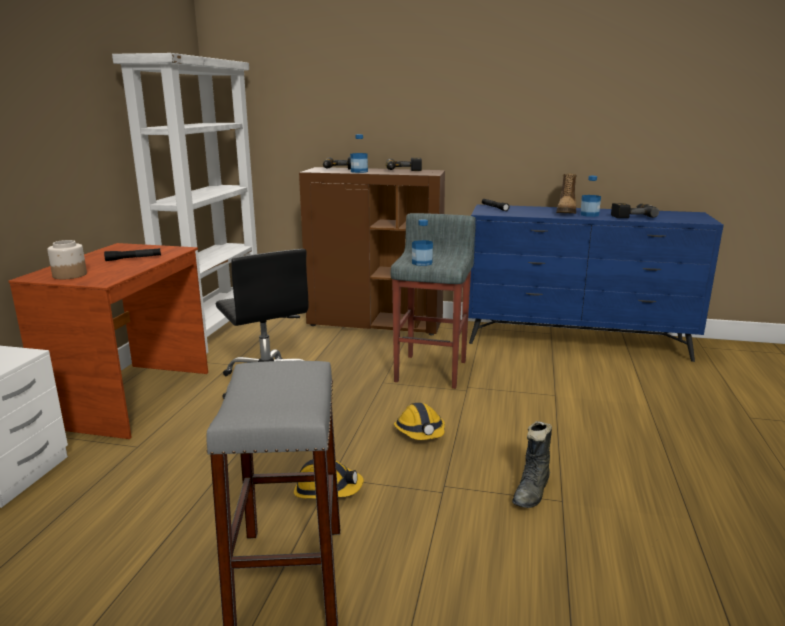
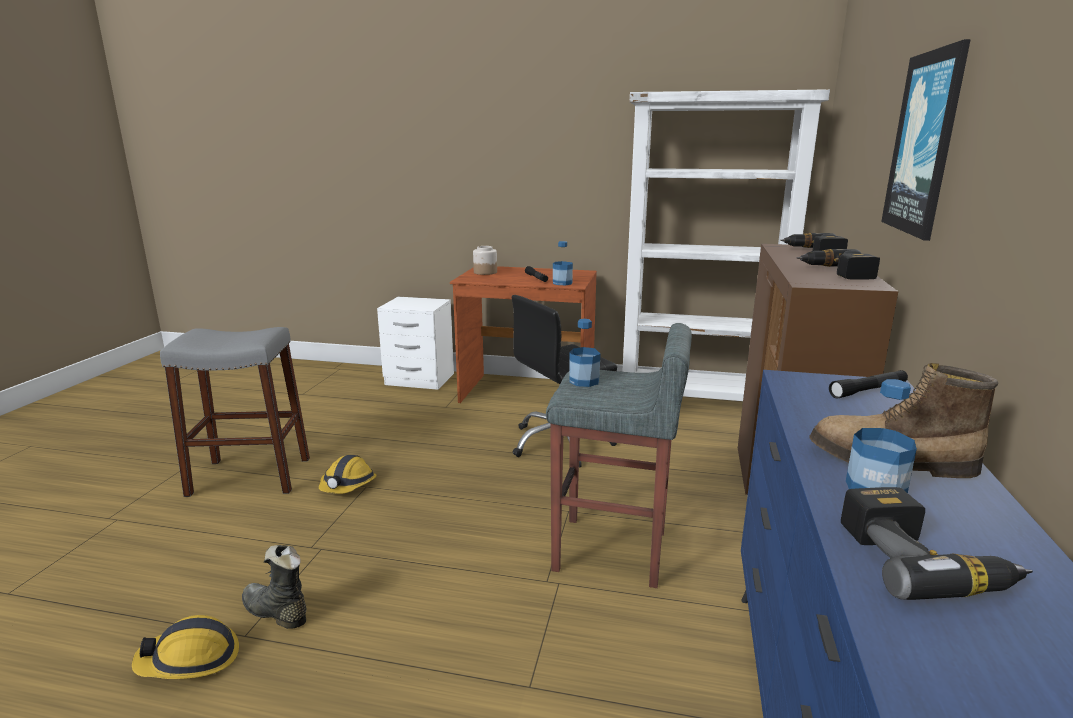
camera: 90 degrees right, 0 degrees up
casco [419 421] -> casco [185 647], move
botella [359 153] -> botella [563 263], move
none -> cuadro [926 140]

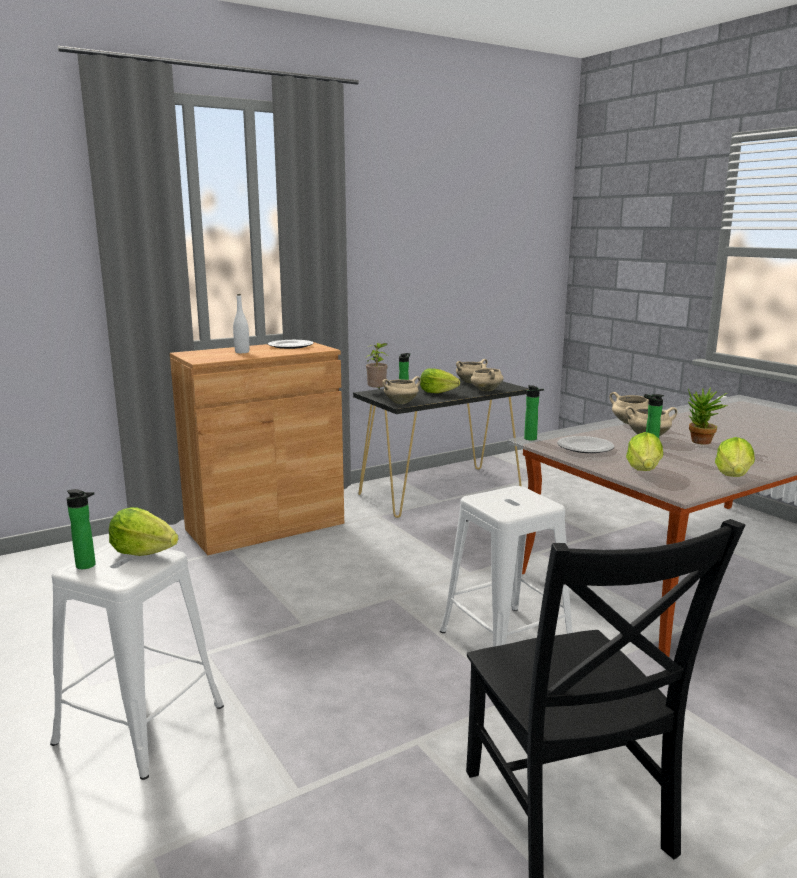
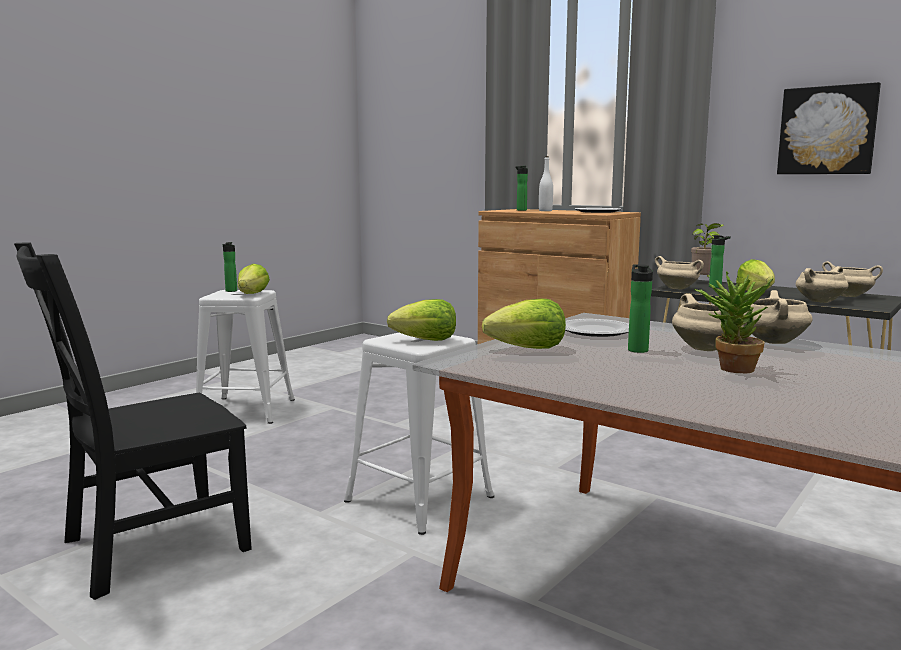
camera: 70 degrees right, 5 degrees down
lechuga [735 457] -> lechuga [421 320], move
botella [534 413] -> botella [521 188], move
none -> cuadro [829 128]

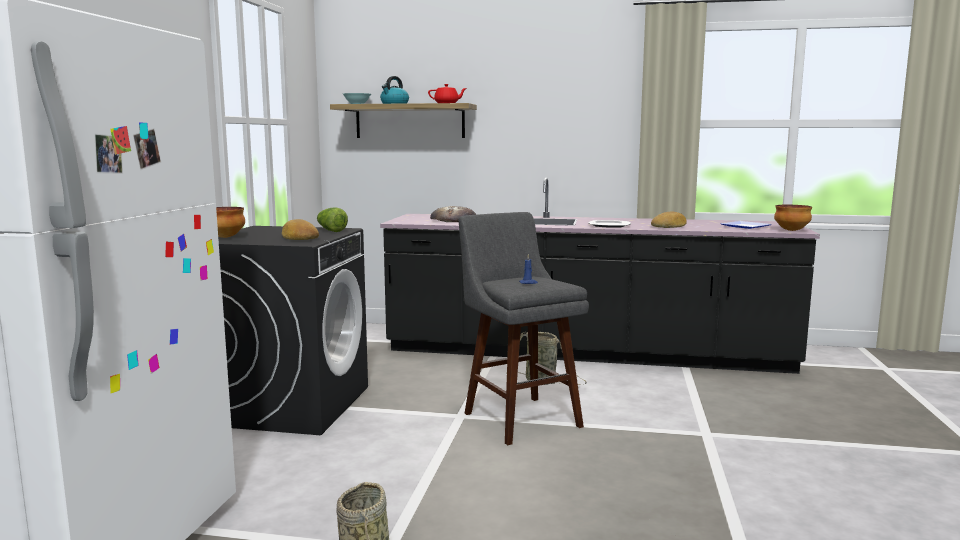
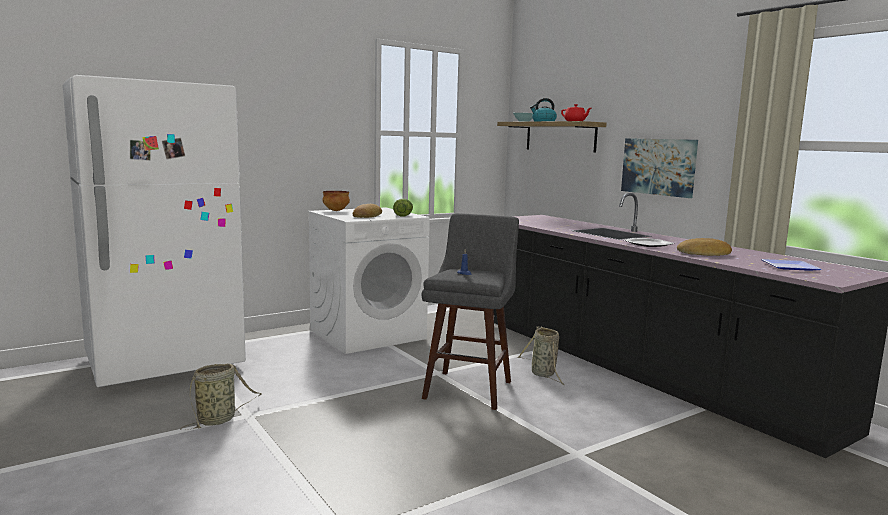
camera: 45 degrees right, 0 degrees up
lavadora [negro] [293 330] -> lavadora [blanco] [369 280]
none -> cuadro [659 168]
pan [453 214] -> none
cuenco [793 218] -> none

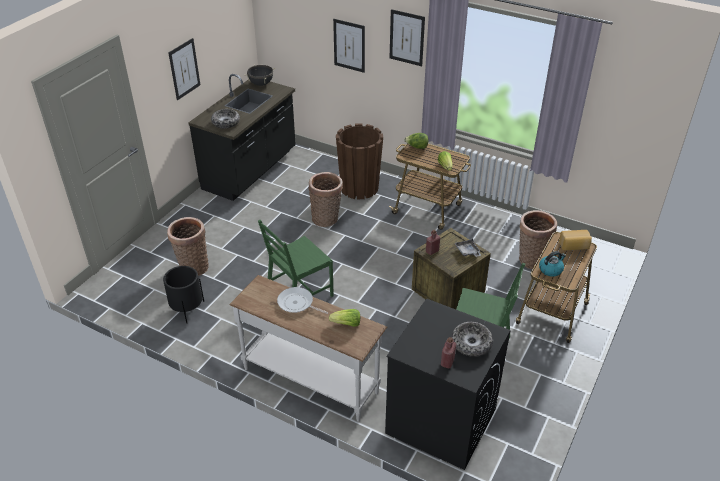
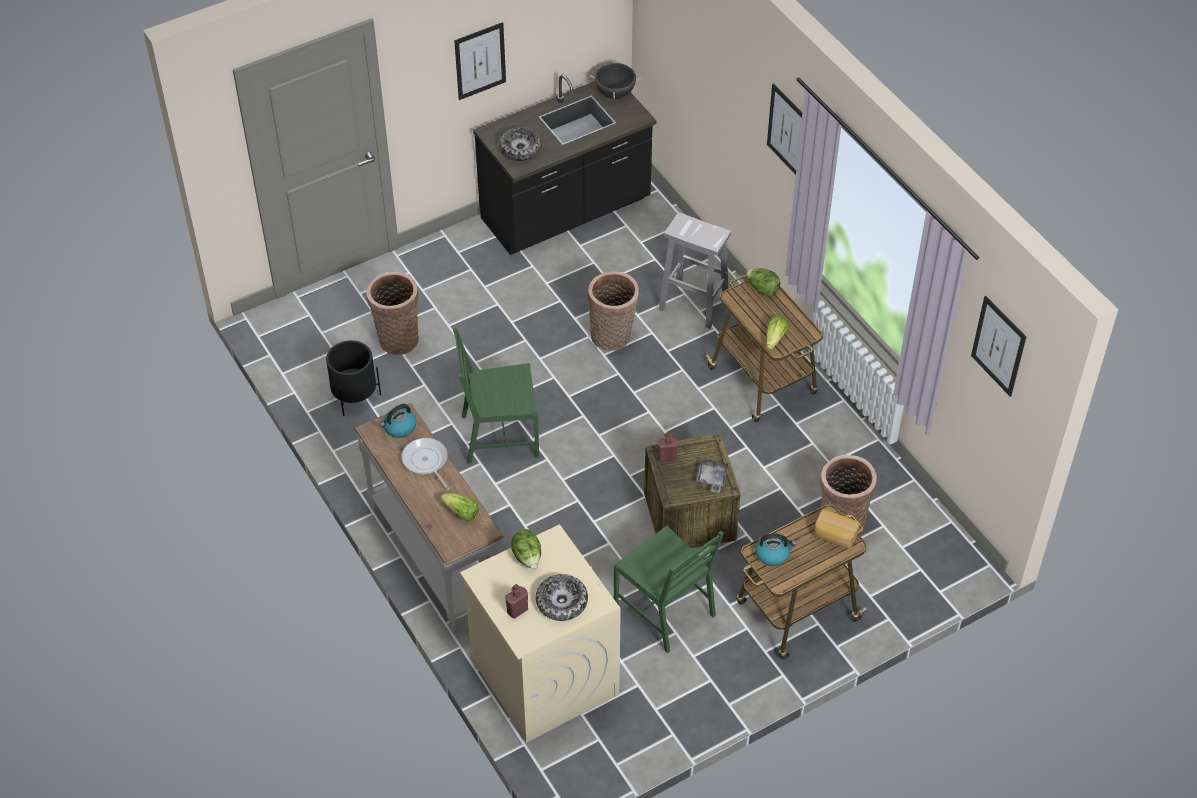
camera: 30 degrees right, 10 degrees up
none -> hervidor [398 421]
lavadora [negro] [448 384] -> lavadora [beis] [540 633]
none -> lechuga [526 549]
maceta [marrón] [359 161] -> taburete [blanco] [695 270]
cuadro [349 46] -> cuadro [998 346], move

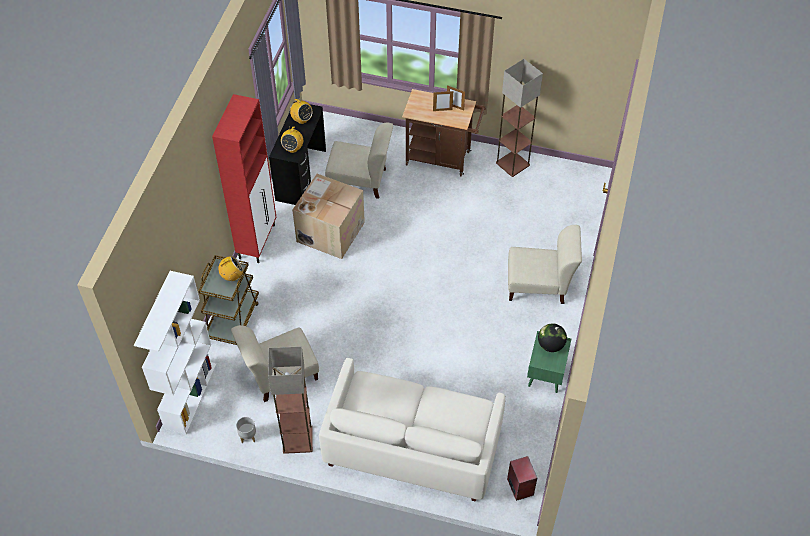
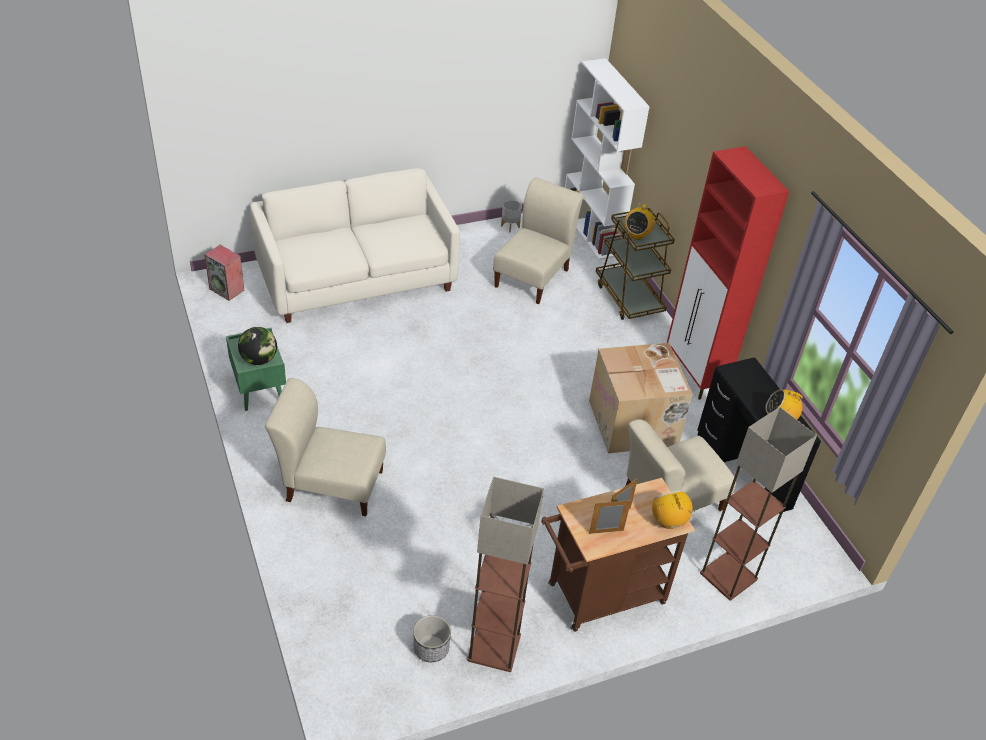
camera: 140 degrees right, 10 degrees down
silla [beis] [545 264] -> silla [beis] [325 447], 45 degrees clockwise
none -> maceta [432 638]
radio [292 139] -> radio [673 509], move
lámpara de pie [290 400] -> lámpara de pie [758 504], move

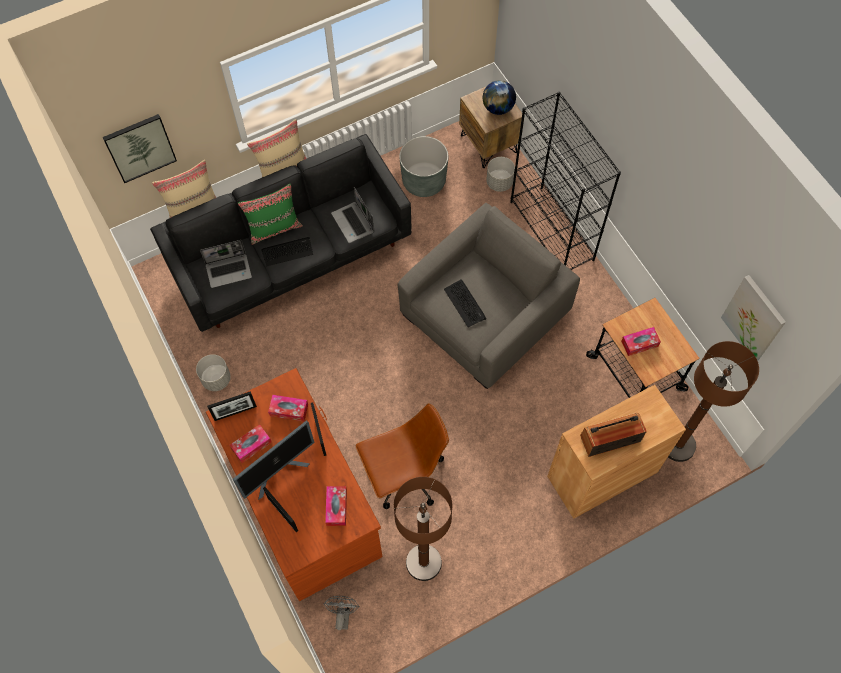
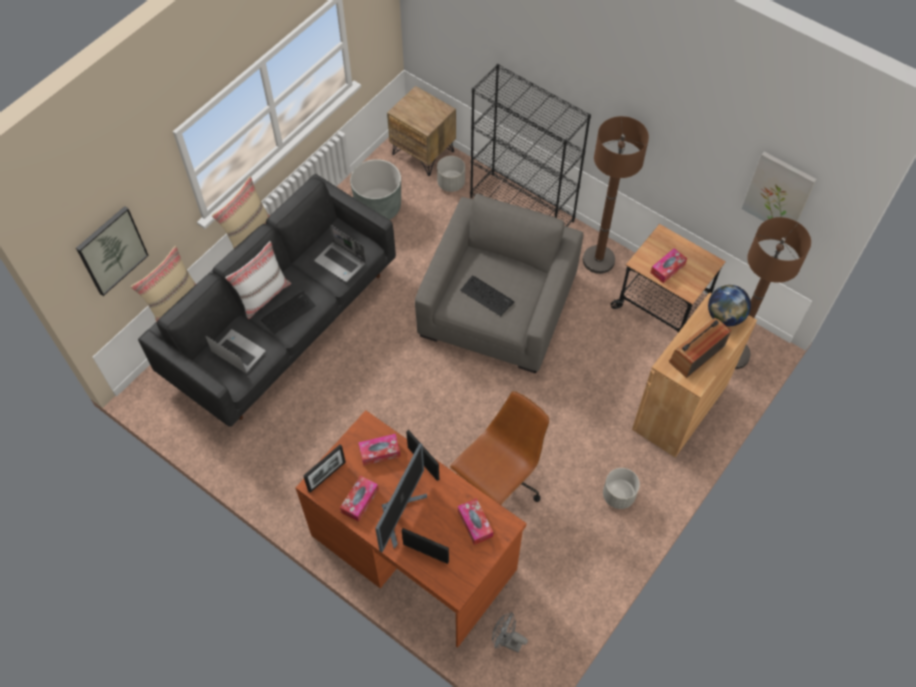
camera: 25 degrees left, 5 degrees down
portátil [226 264] -> portátil [235 351], 105 degrees counterclockwise
cojín [verde] [270 214] -> cojín [blanco] [258 280]
ventilador [gris] [341 613] -> ventilador [gris] [510 632], 45 degrees counterclockwise
lámpara de pie [marrón] [423 529] -> lámpara de pie [marrón] [616 195], move
maceta [gris] [213 372] -> maceta [gris] [621 488], move
globo terráqueo [499 97] -> globo terráqueo [729 305], move

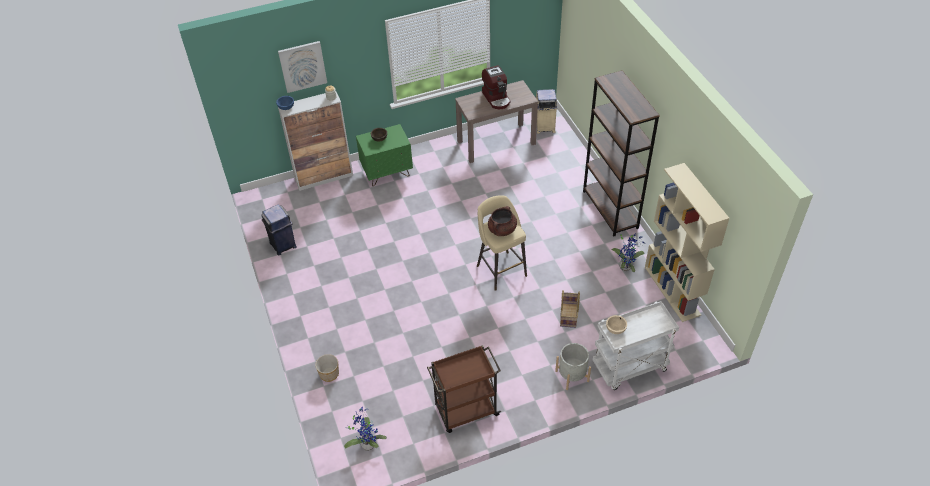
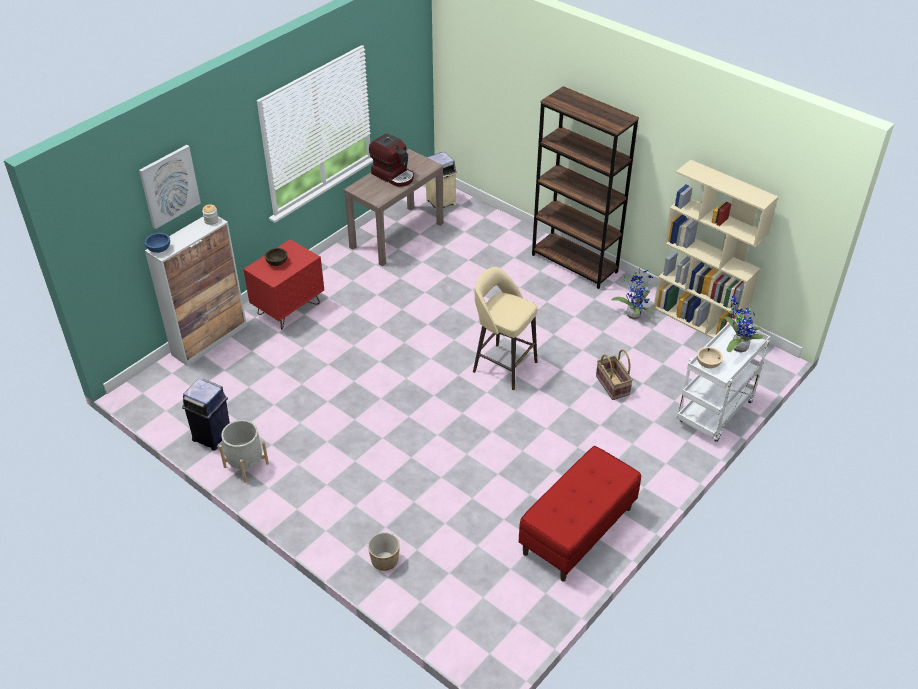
camera: 30 degrees left, 5 degrees down
maceta [gris] [573 366] -> maceta [gris] [244 451], move
mesita de noche [verde] [384 155] -> mesita de noche [rojo] [283 284]
carrito [marrón] [464 389] -> banco [rojo] [580 513]
planta en maceta [365 428] -> planta en maceta [743 323], move
olla [marrón] [502 221] -> none

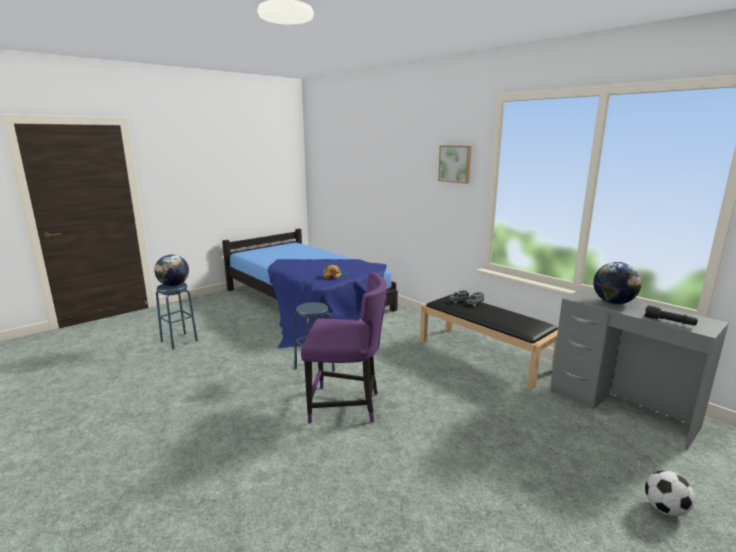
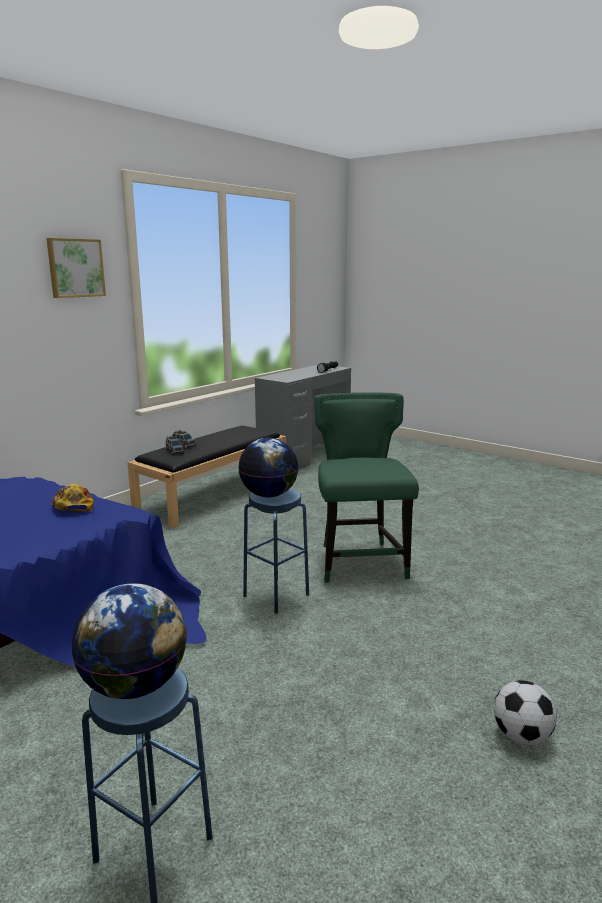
camera: 100 degrees left, 0 degrees up
globo terráqueo [617 283] -> globo terráqueo [268 467], move
silla [morado] [344 348] -> silla [verde] [366 487]
balón de fútbol [670 493] -> balón de fútbol [525 712], move

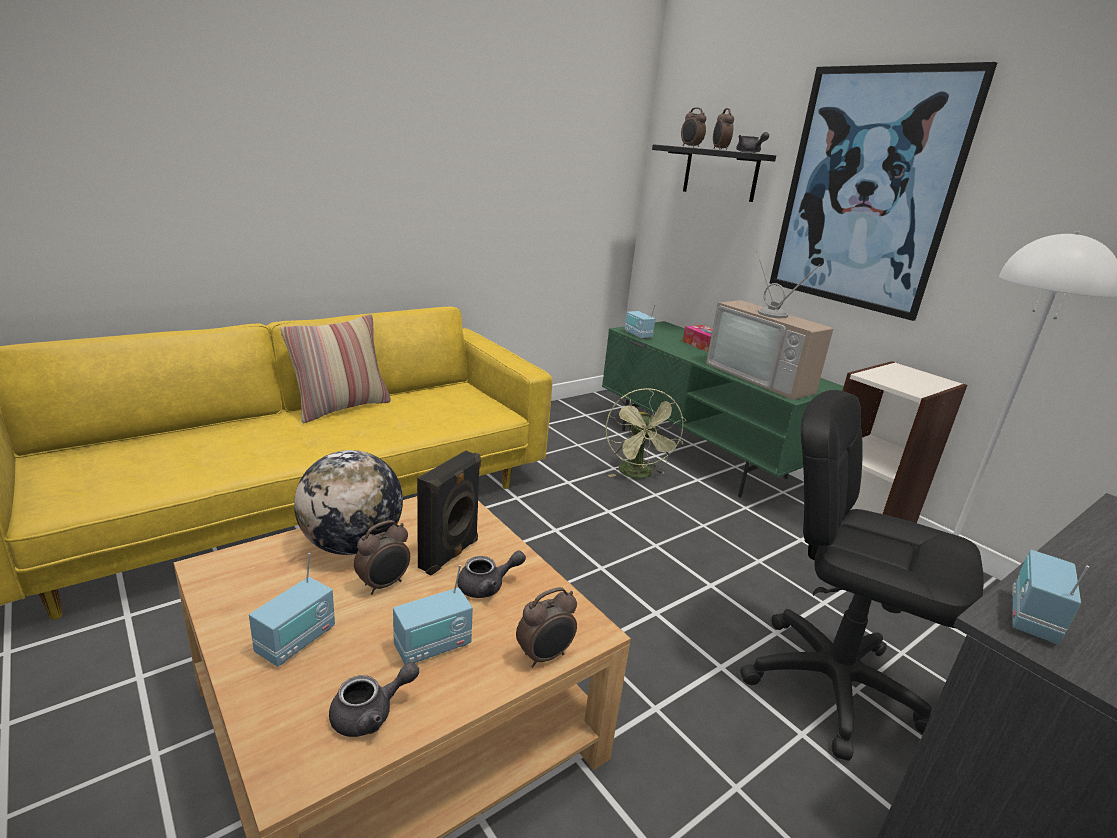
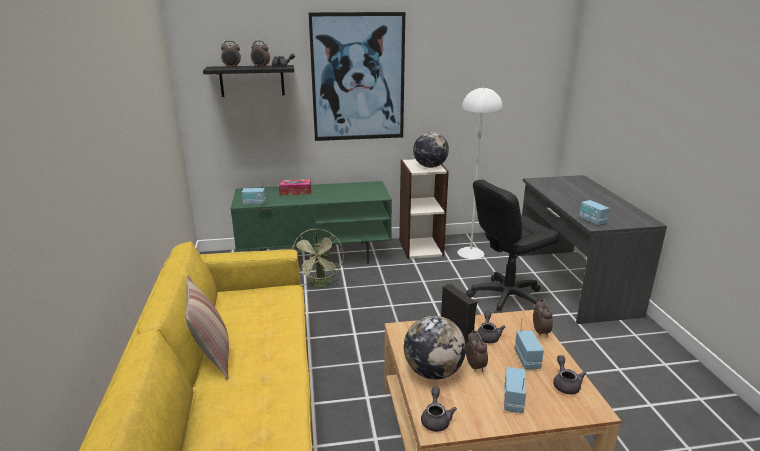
camera: 60 degrees left, 0 degrees up
ventilador [verde] [646 433] -> ventilador [verde] [318 258], 75 degrees clockwise
none -> globo terráqueo [431 150]
none -> tetera [gris] [439 409]
radio [292 610] -> radio [515 390], 135 degrees counterclockwise
televisor [769 325] -> none

